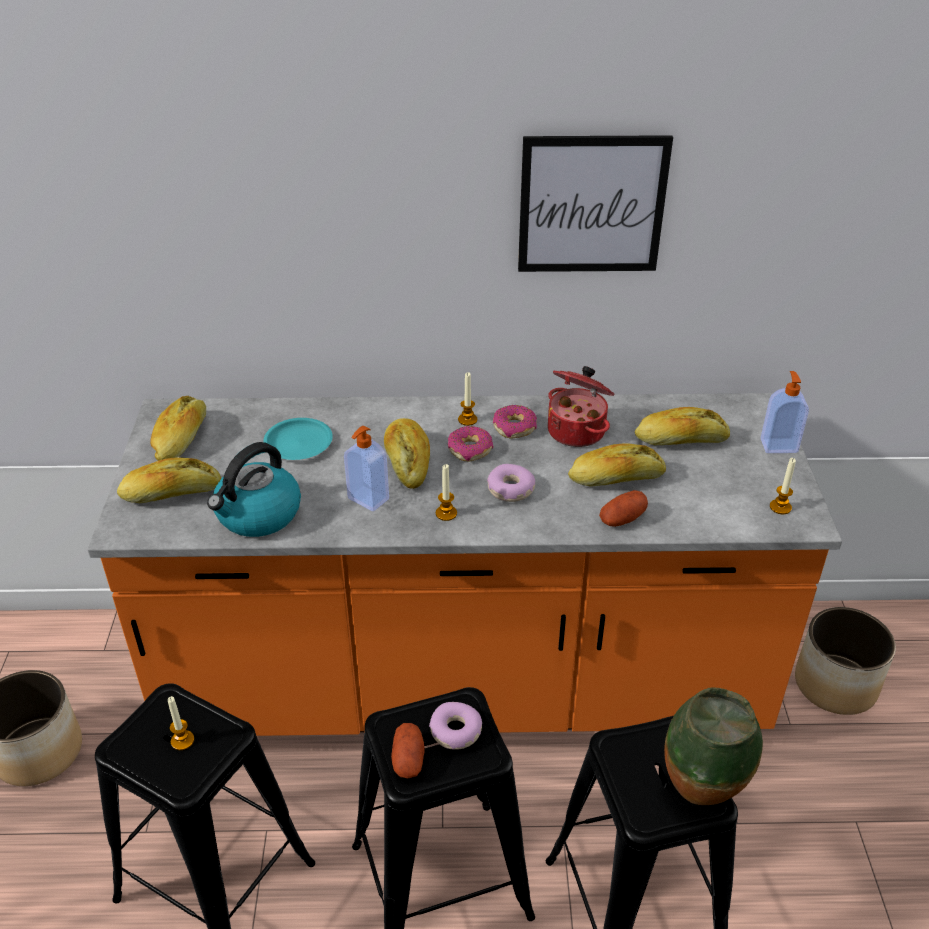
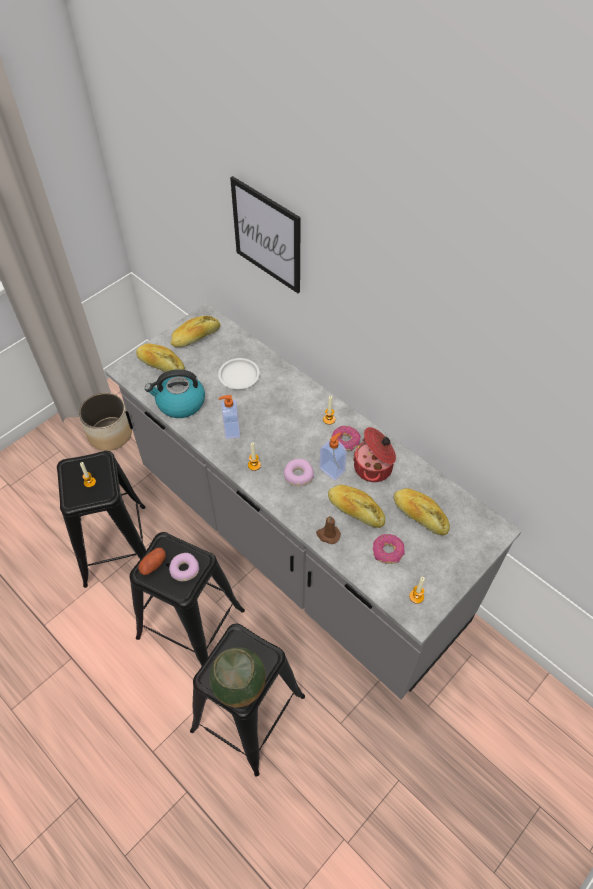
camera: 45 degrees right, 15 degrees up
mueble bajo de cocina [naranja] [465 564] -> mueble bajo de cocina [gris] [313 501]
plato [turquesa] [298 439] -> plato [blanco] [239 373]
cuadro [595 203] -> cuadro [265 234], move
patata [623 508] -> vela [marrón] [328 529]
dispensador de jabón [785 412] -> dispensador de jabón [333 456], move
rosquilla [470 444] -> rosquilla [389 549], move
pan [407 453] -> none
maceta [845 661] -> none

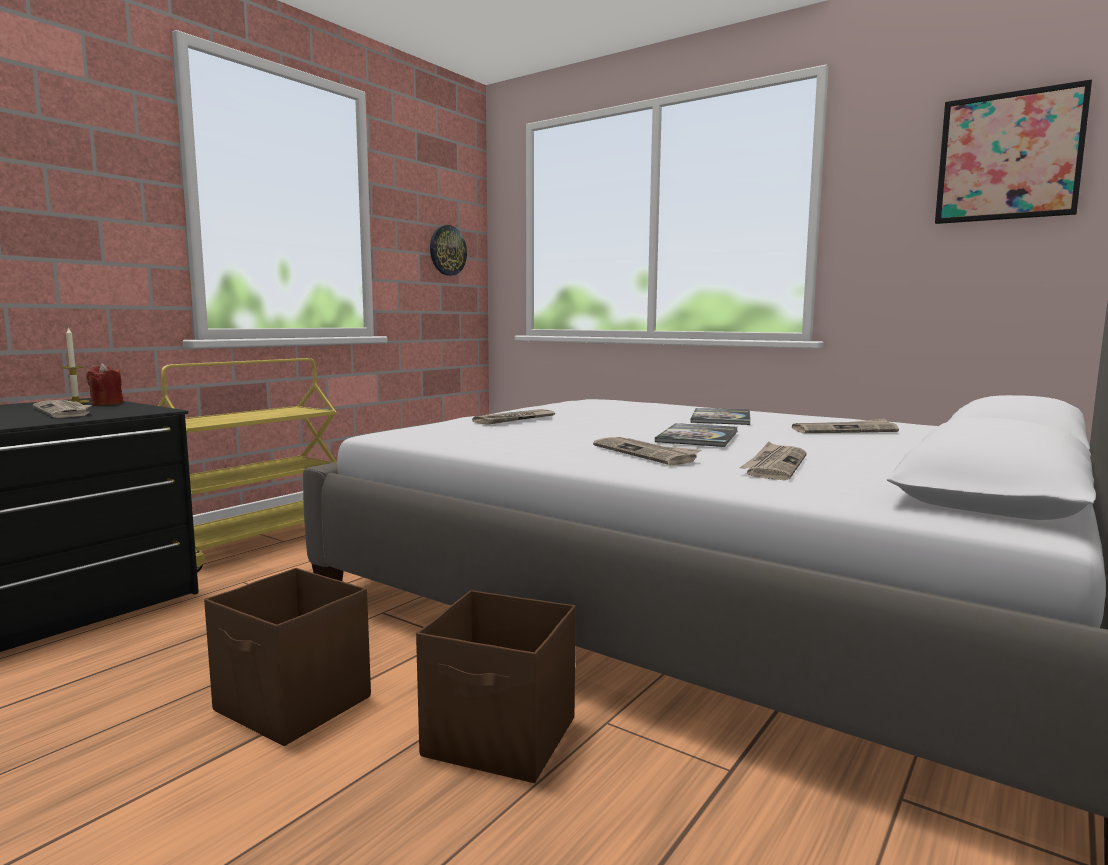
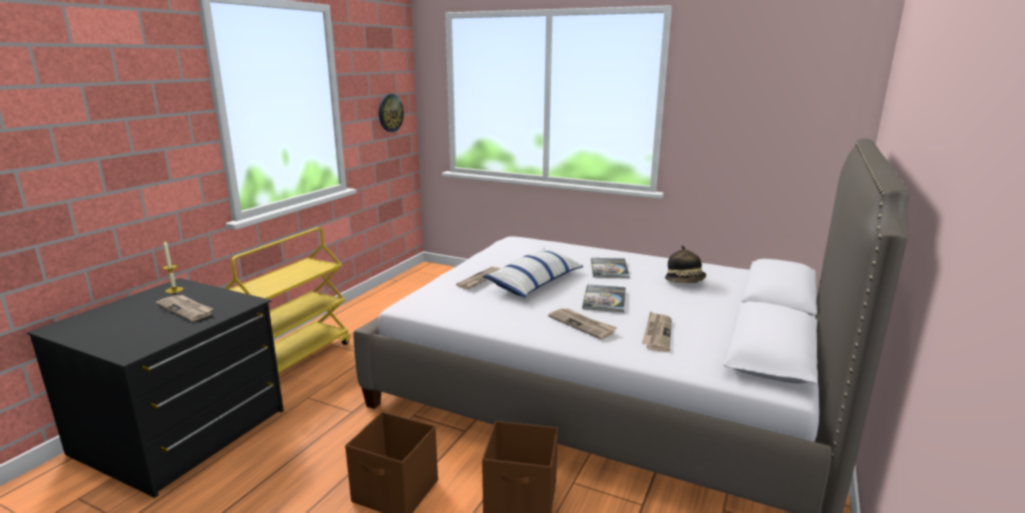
camera: 10 degrees left, 10 degrees up
none -> cojín [533 272]
periódico [845 425] -> sombrero [685 264]
vela [rojo] [105 384] -> none
cuadro [1013 151] -> none

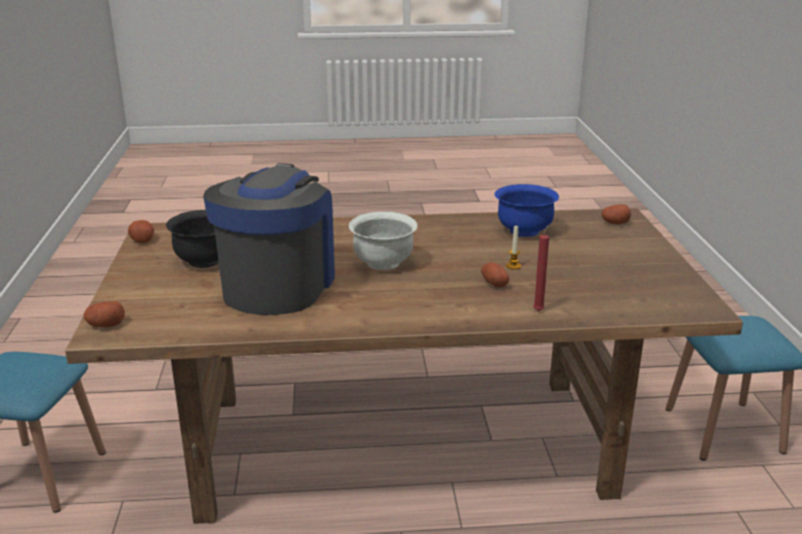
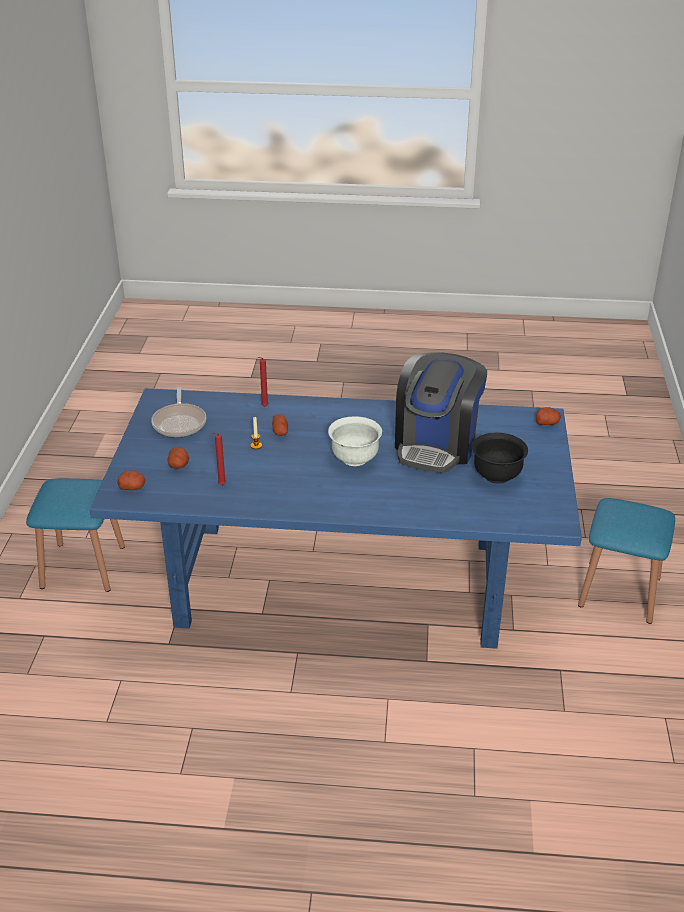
camera: 170 degrees left, 10 degrees up
mesa de comedor [marrón] [404 366] -> mesa de comedor [azul] [336 518]
none -> sartén [179 412]
patata [141 231] -> patata [178 458], move
cuenco [azul] [526 210] -> vela [rojo] [219 459]

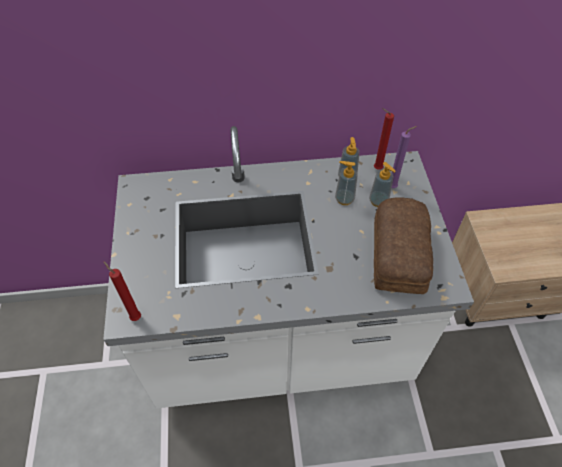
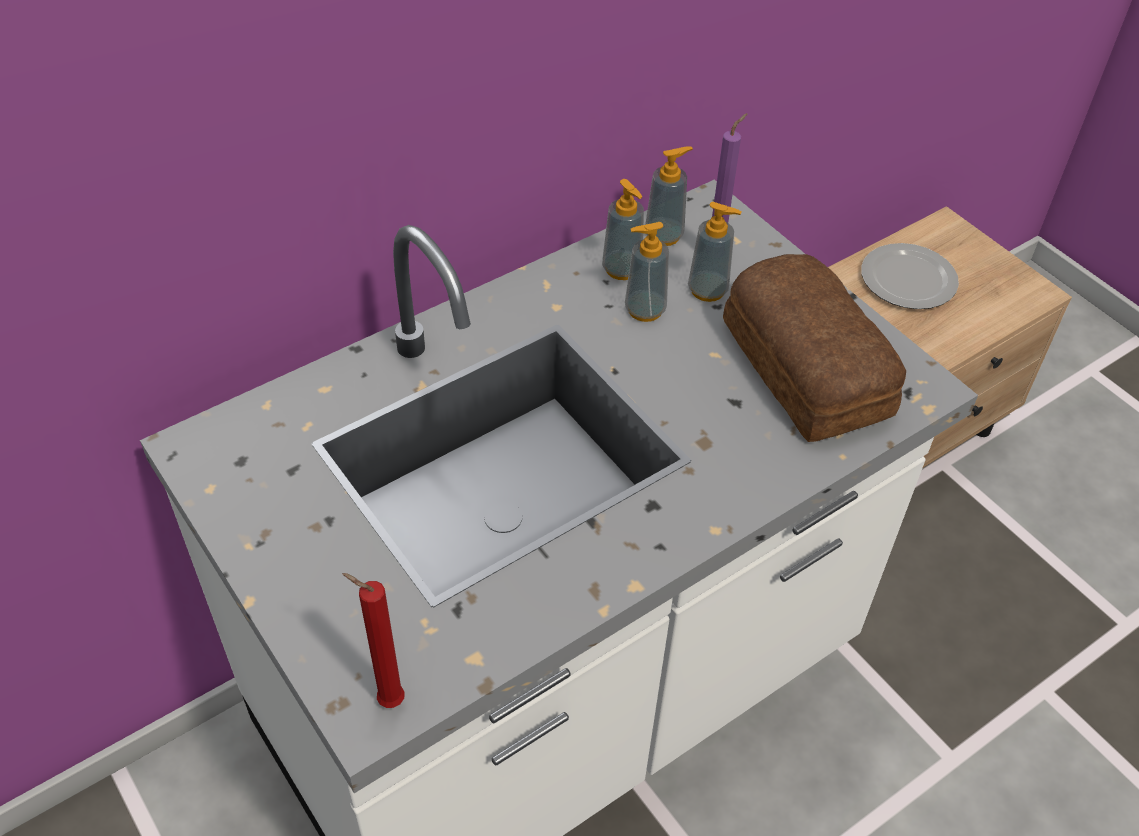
camera: 30 degrees left, 5 degrees down
vela [rojo] [384 139] -> dispensador de jabón [669 196]
none -> plato [910 276]

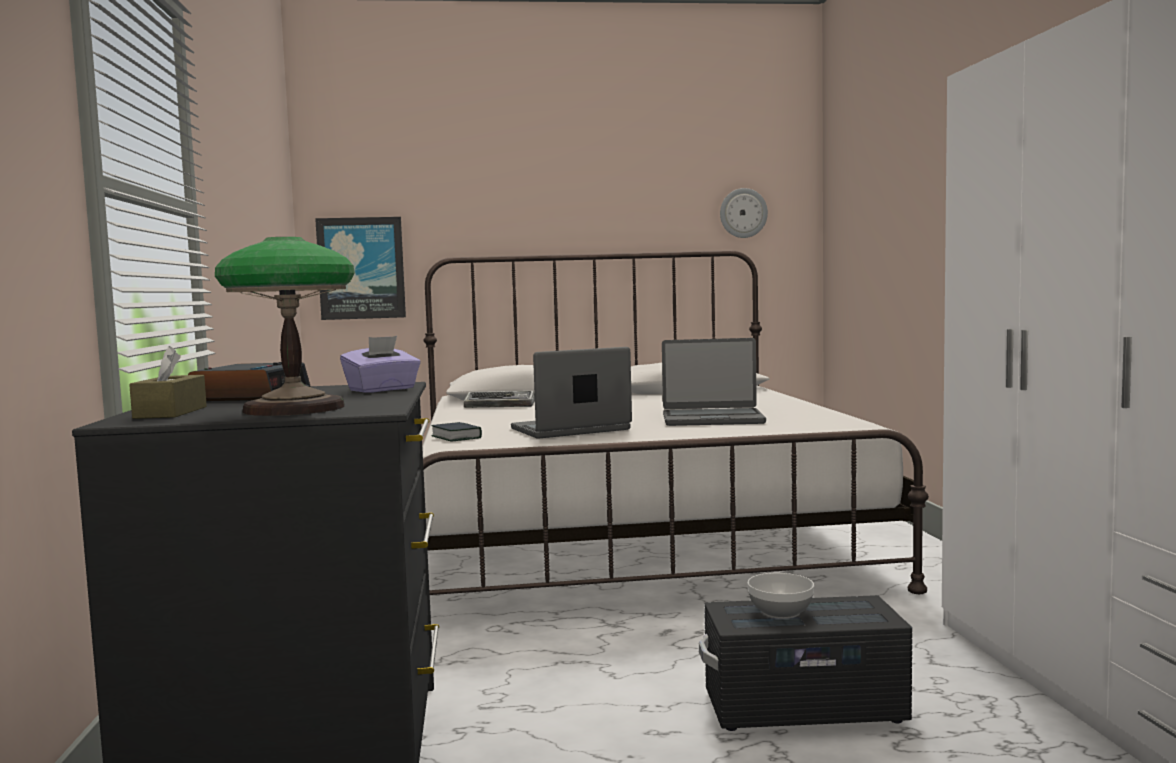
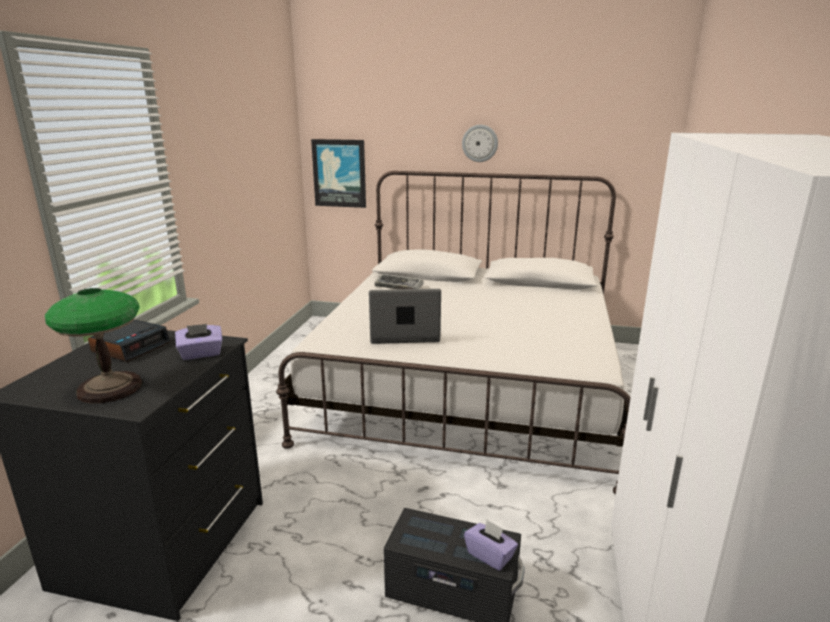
camera: 20 degrees right, 15 degrees up
reloj de pared [744 213] -> reloj de pared [480 143], move
none -> caja de pañuelos [morado] [491 545]
caja de pañuelos [marrón] [168 382] -> none
libro [456 432] -> none
portátil [714 382] -> none
cuenco [781 596] -> none

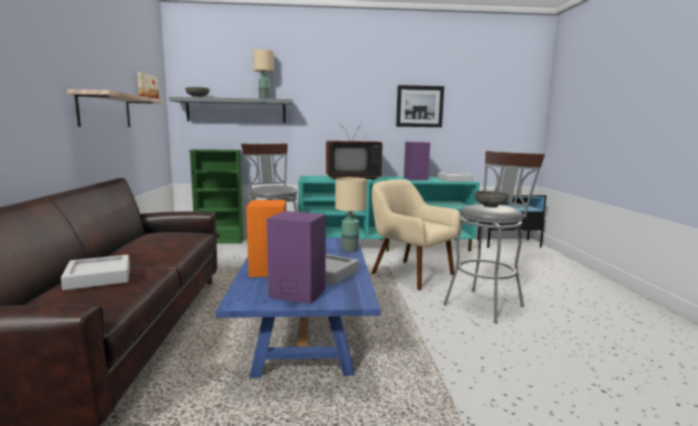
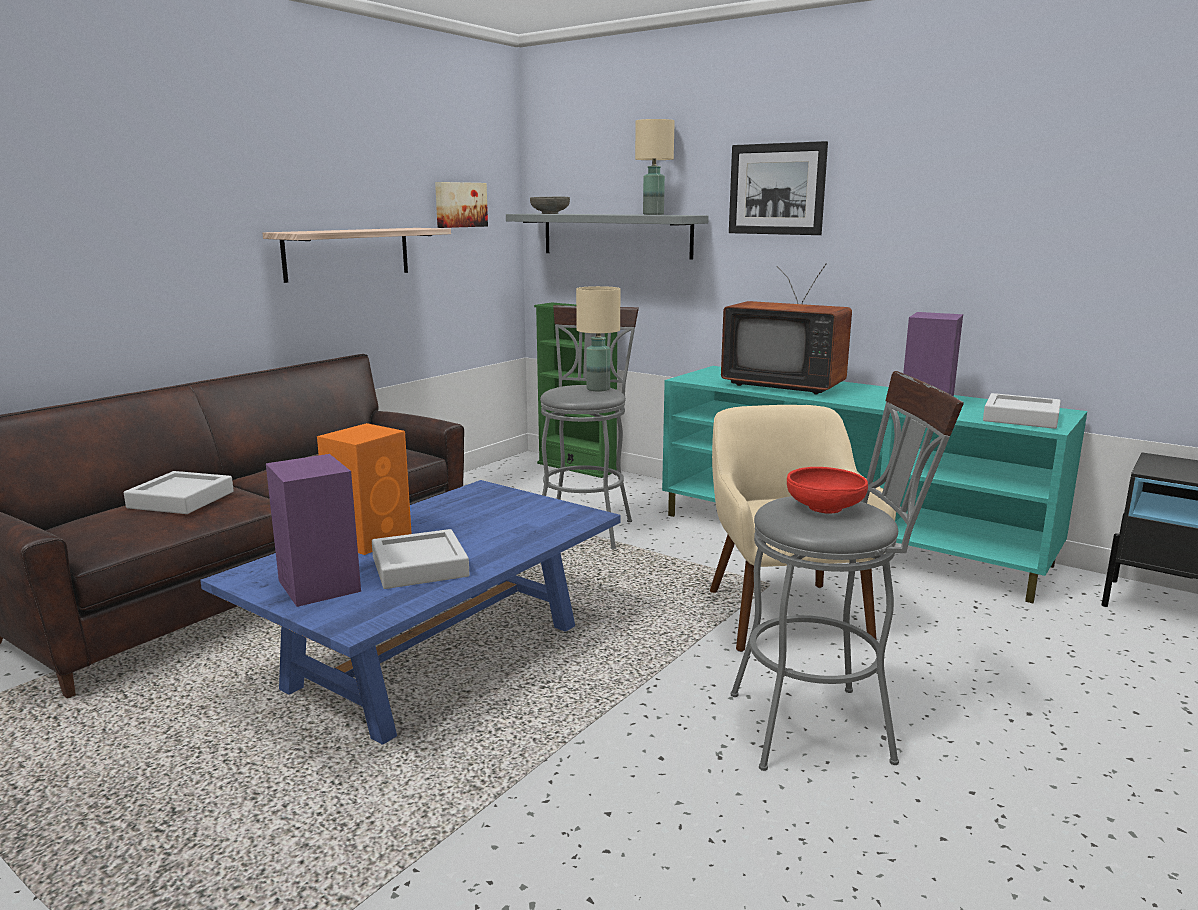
camera: 40 degrees right, 5 degrees up
lámpara de mesa [beis] [351 214] -> lámpara de mesa [beis] [598 338], move
cuadro [420 106] -> cuadro [778 188], move
cuenco [gris] [491 199] -> cuenco [rojo] [827 490]

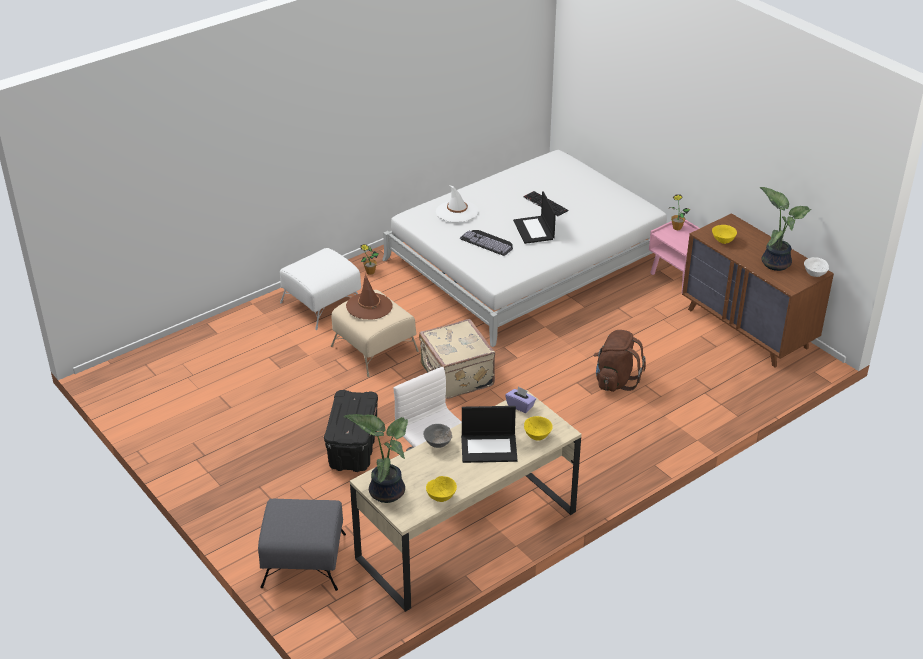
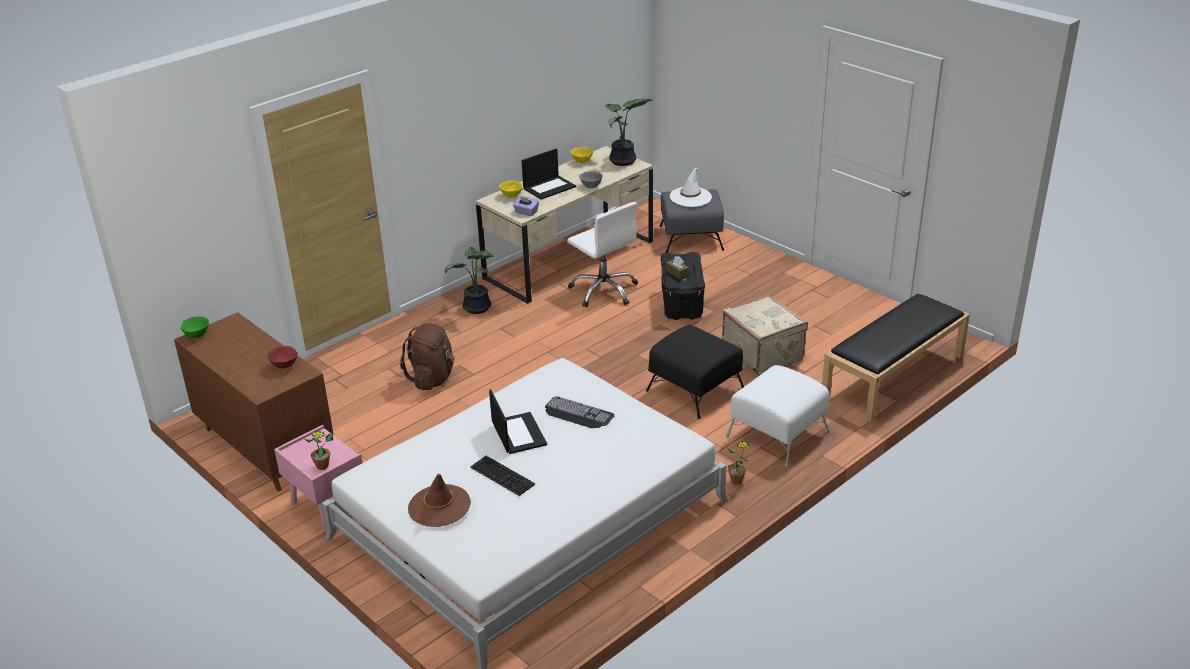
camera: 175 degrees right, 5 degrees down
cuenco [blanco] [816 267] -> cuenco [verde] [194 327]
cuenco [amarillo] [724 234] -> cuenco [rojo] [282 357]
sombrero [marrón] [369 297] -> sombrero [marrón] [439 500], move
planta en maceta [785 229] -> planta en maceta [469 280], move
portátil [489 434] -> portátil [549 174], 150 degrees clockwise
puf [beis] [375 333] -> puf [negro] [695 372]
none -> caja de pañuelos [marrón] [677 267]
sombrero [blanco] [457 203] -> sombrero [blanco] [691 187], move
maleta [beis] [457 359] -> maleta [beis] [765 335], move
none -> banco [negro] [896 357]

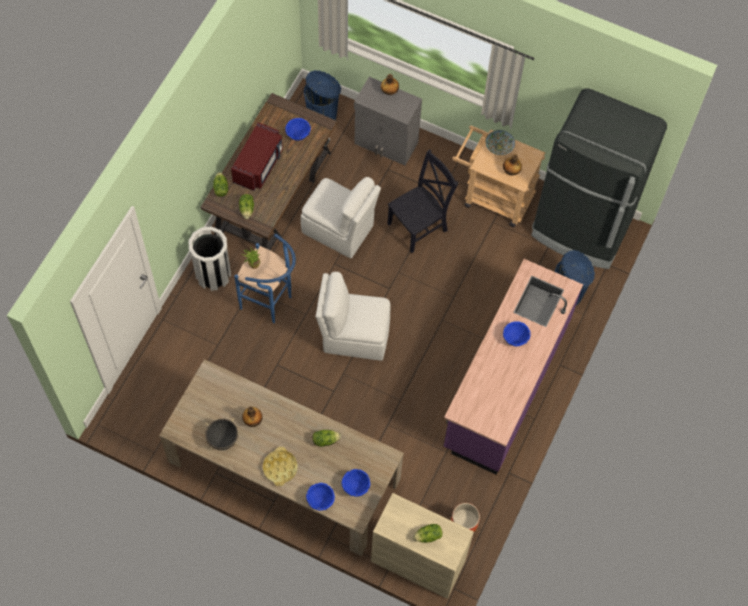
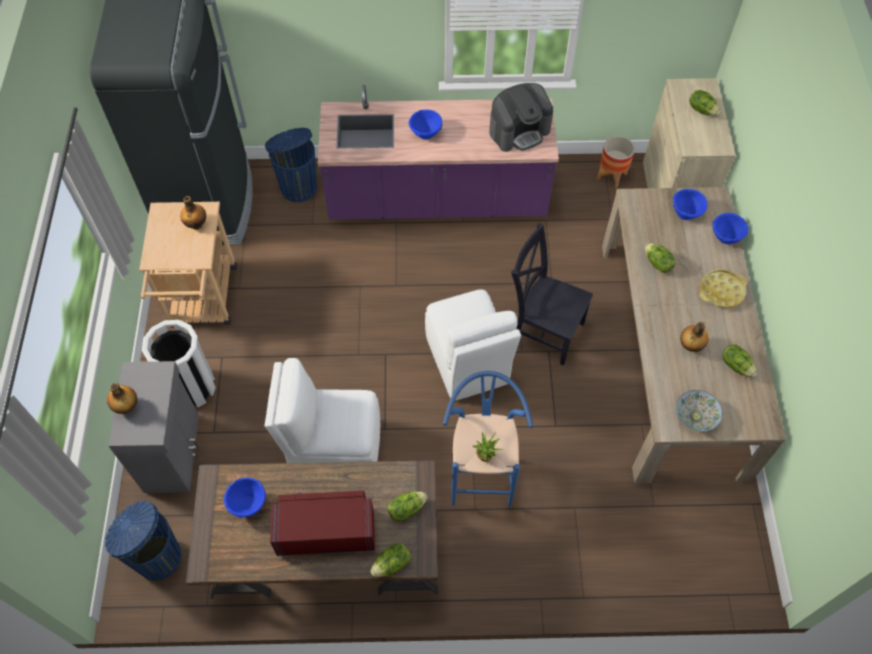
camera: 115 degrees left, 5 degrees down
papelera [blanco] [209 259] -> papelera [blanco] [179 363], move
silla [blanco] [341 217] -> silla [blanco] [322 410], 90 degrees counterclockwise
none -> cafetera [521 117]
silla [negro] [423 201] -> silla [negro] [552 294], move
cuenco [500 142] -> cuenco [699 411], move
olla [negro] [221 434] -> lechuga [739 361]

